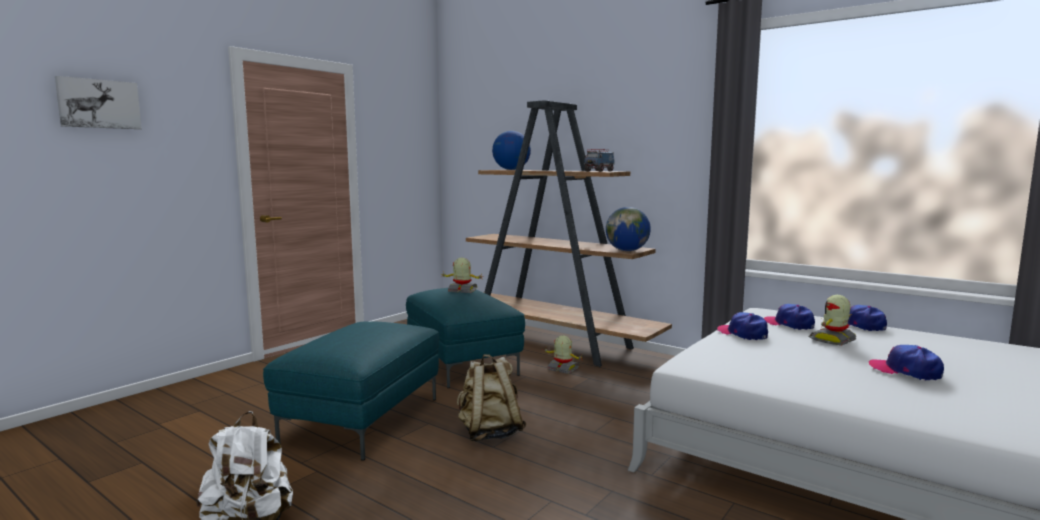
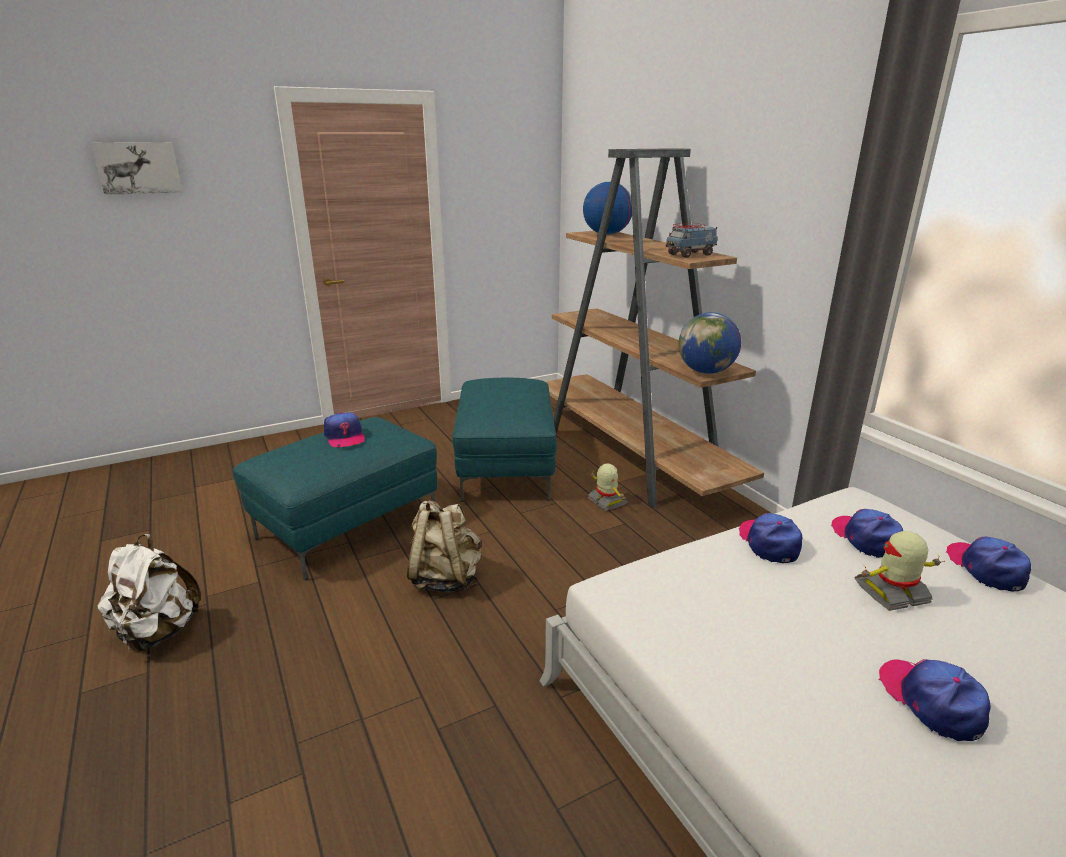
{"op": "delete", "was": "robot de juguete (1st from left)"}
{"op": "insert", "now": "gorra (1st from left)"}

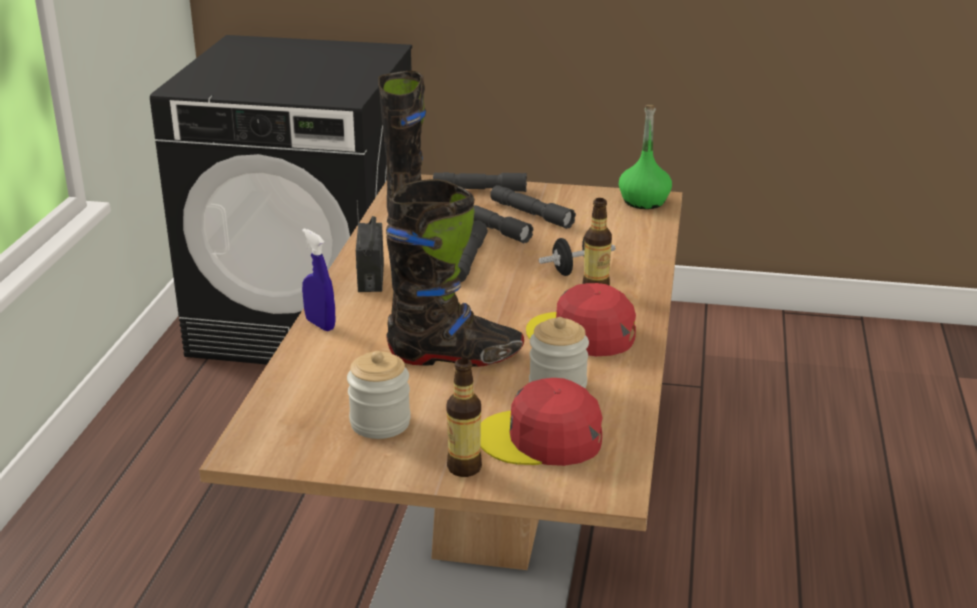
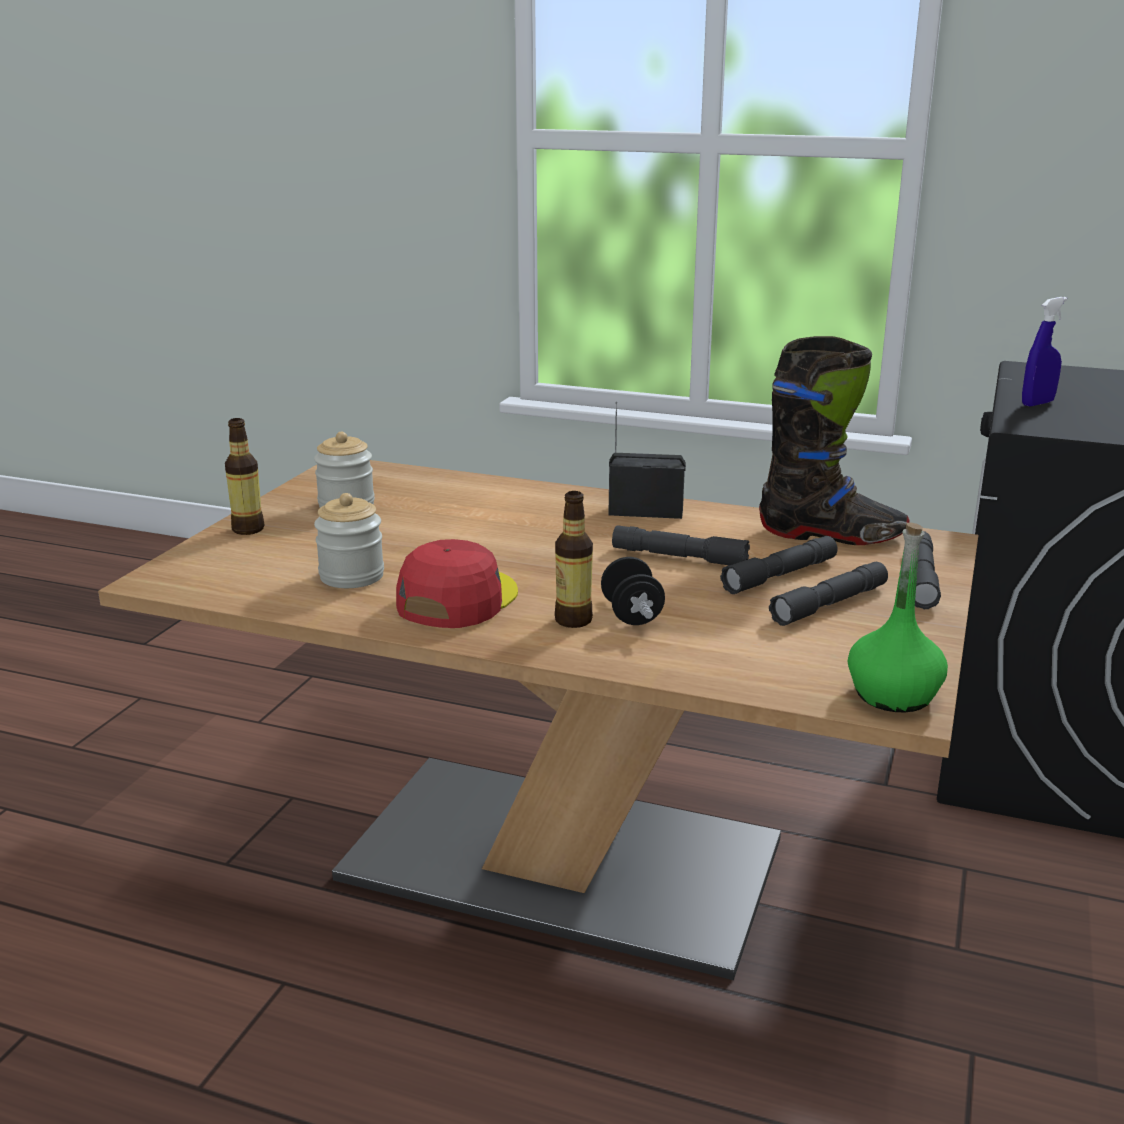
{"op": "delete", "was": "bota (negro) (2nd from left)"}
{"op": "move", "was": "pulverizador (azul)"}
{"op": "delete", "was": "gorra (rojo) (1st from left)"}

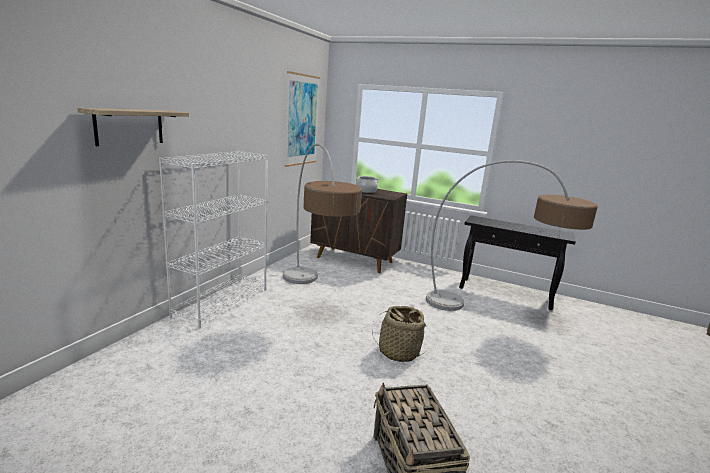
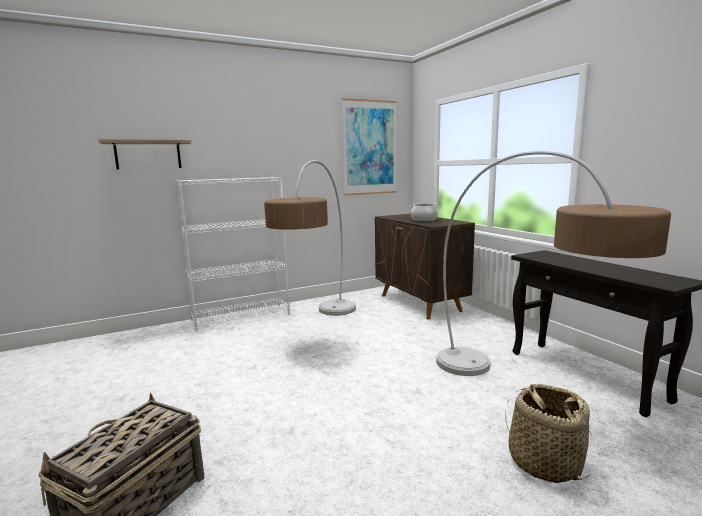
{"op": "move", "was": "cesta (1st from left in the first image)", "now": "cesta (2nd from left)"}

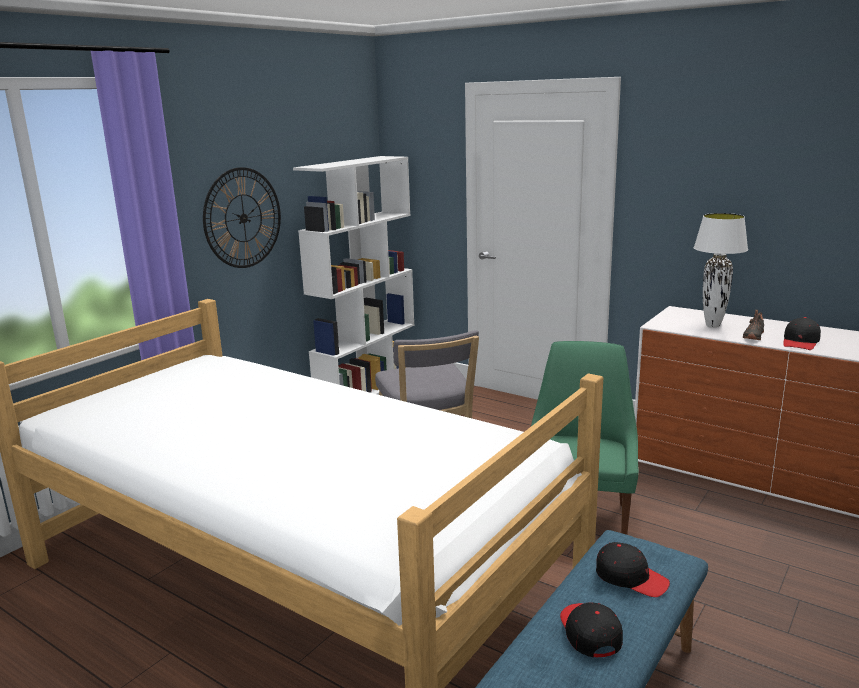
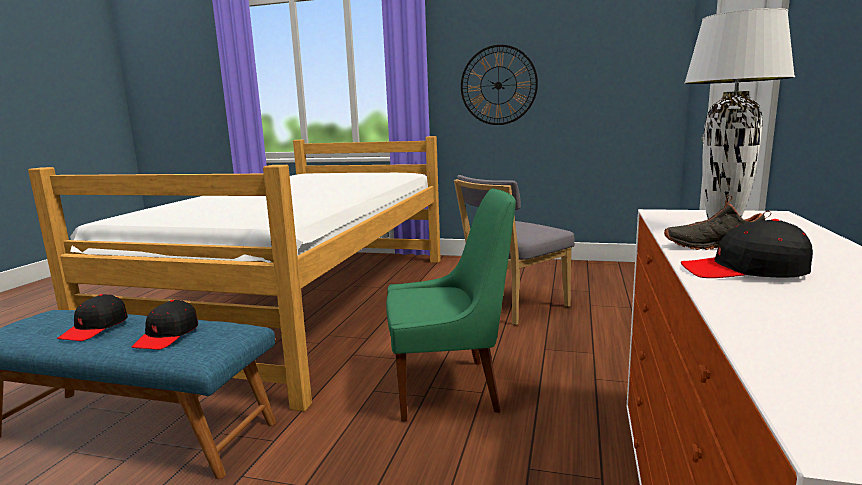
{"op": "delete", "was": "estantería (blanco)"}
{"op": "rotate", "was": "gorra (negro) (1st from left)", "clockwise": 135}

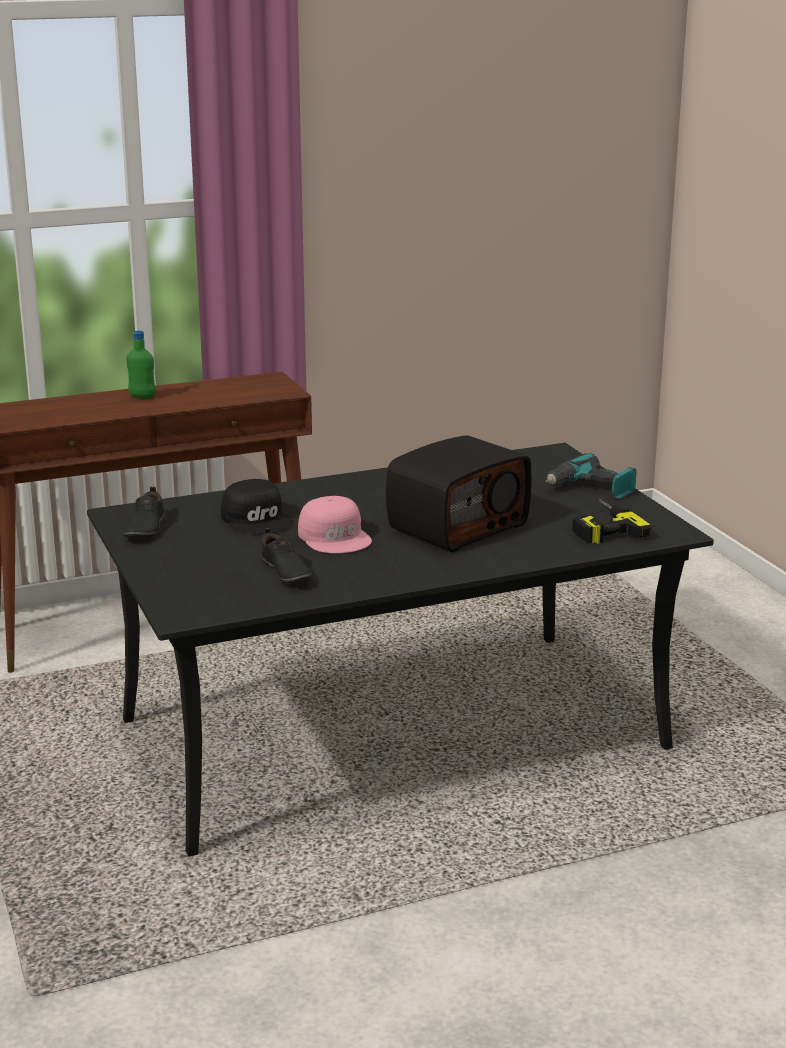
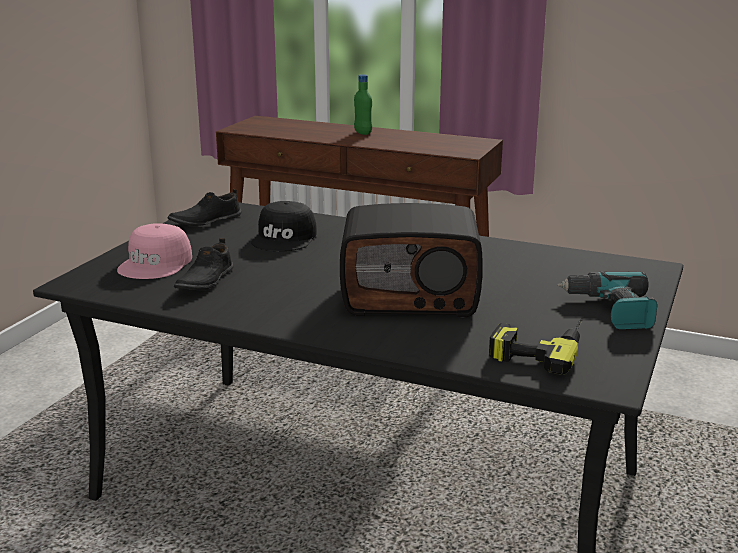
{"op": "move", "was": "gorra (rosa)"}

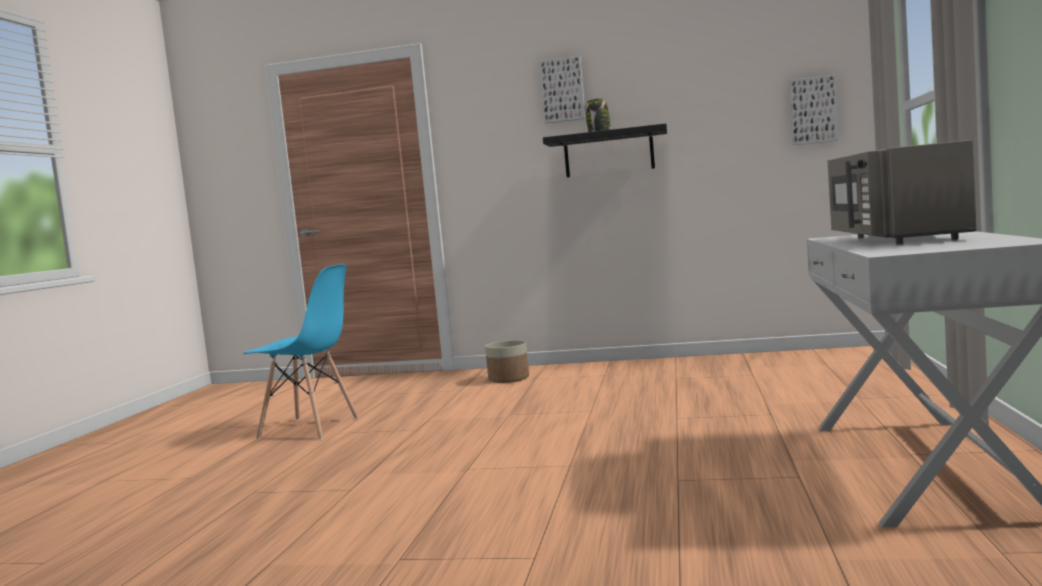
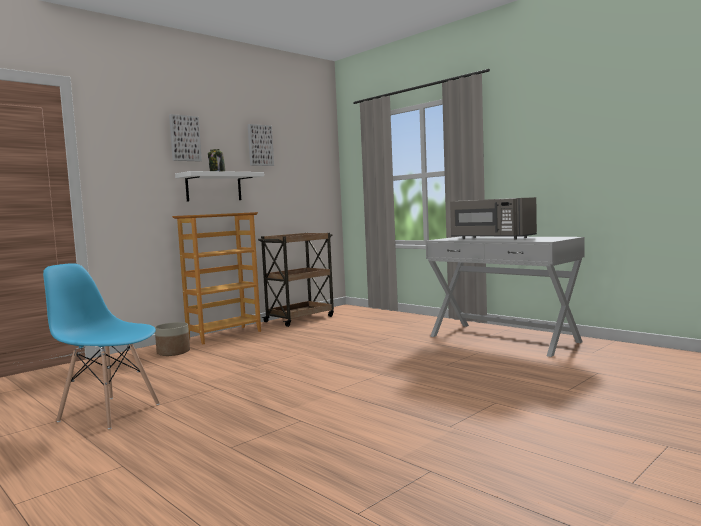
{"op": "move", "was": "cuadro (2nd from left)"}
{"op": "recolor", "was": "estante (negro)", "now": "estante (blanco)"}
{"op": "rotate", "was": "silla (azul)", "clockwise": -120}
{"op": "insert", "now": "estantería"}
{"op": "insert", "now": "carrito (marrón)"}

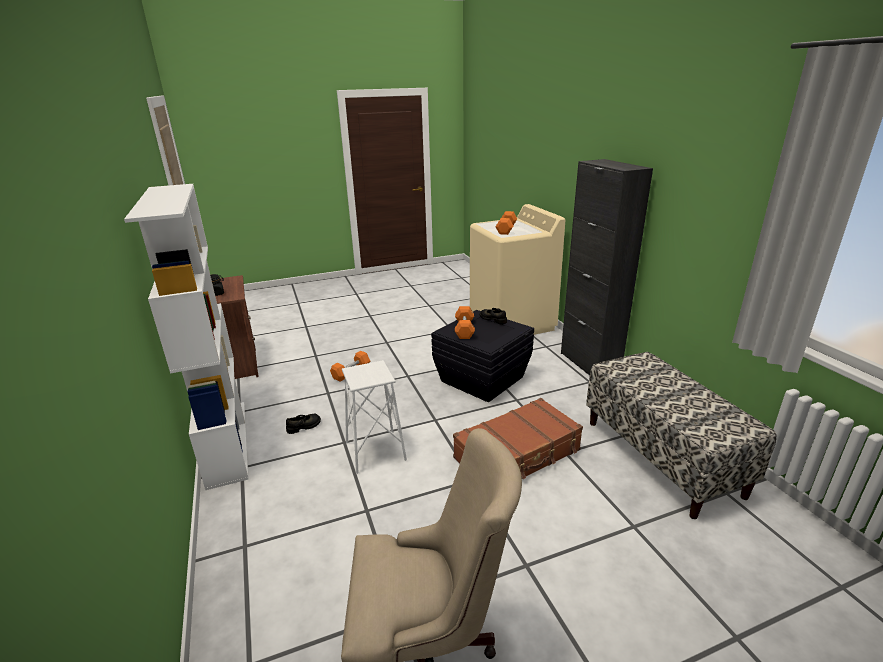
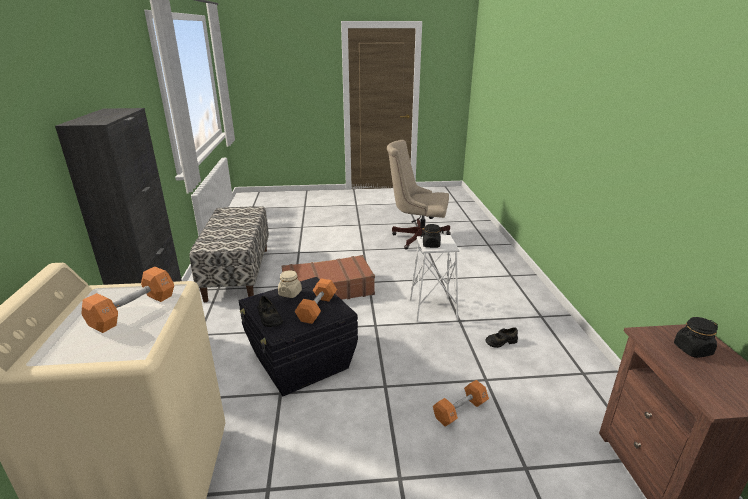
{"op": "delete", "was": "estantería (blanco)"}
{"op": "insert", "now": "tarro (negro) (1st from left)"}
{"op": "insert", "now": "tarro (beis)"}

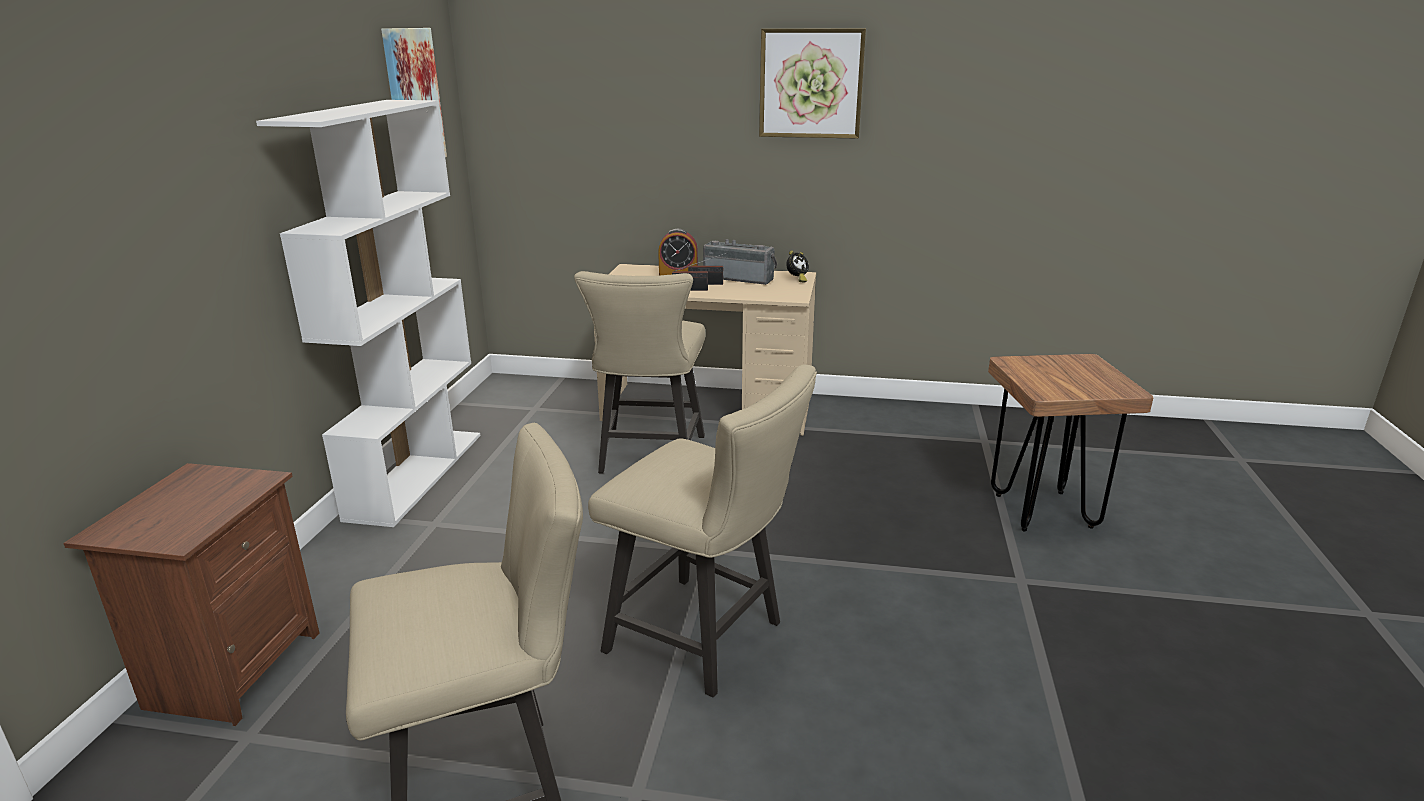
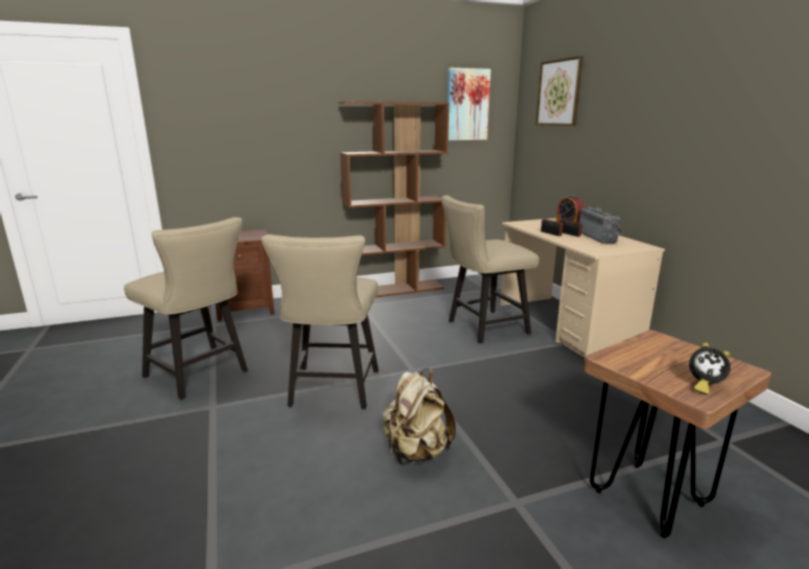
{"op": "move", "was": "cuadro (2nd from left)"}
{"op": "recolor", "was": "estantería (blanco)", "now": "estantería (marrón)"}
{"op": "move", "was": "despertador (2nd from left)"}
{"op": "insert", "now": "mochila (beis)"}

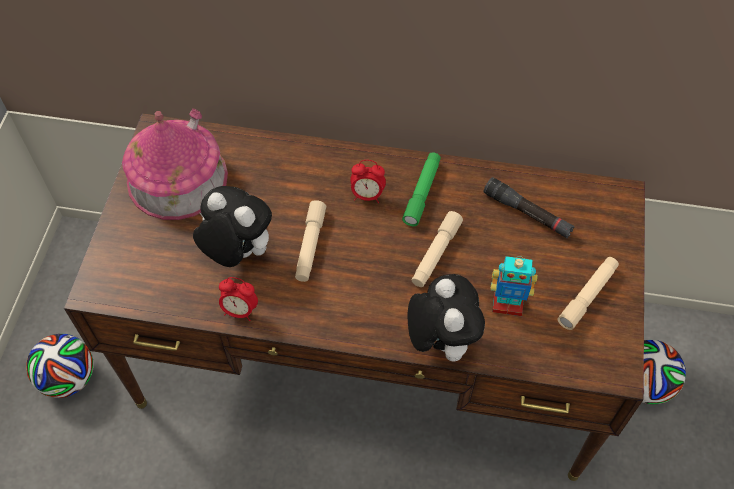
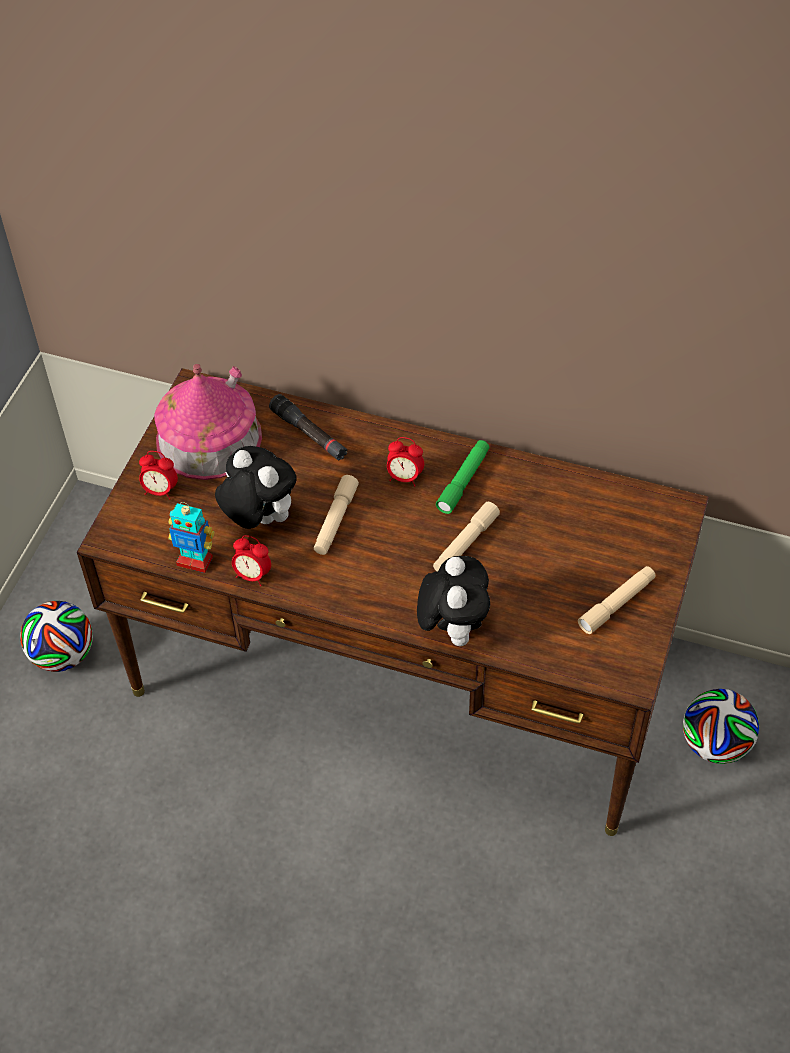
{"op": "move", "was": "linterna (negro)"}
{"op": "move", "was": "robot de juguete"}
{"op": "insert", "now": "despertador (1st from left)"}

